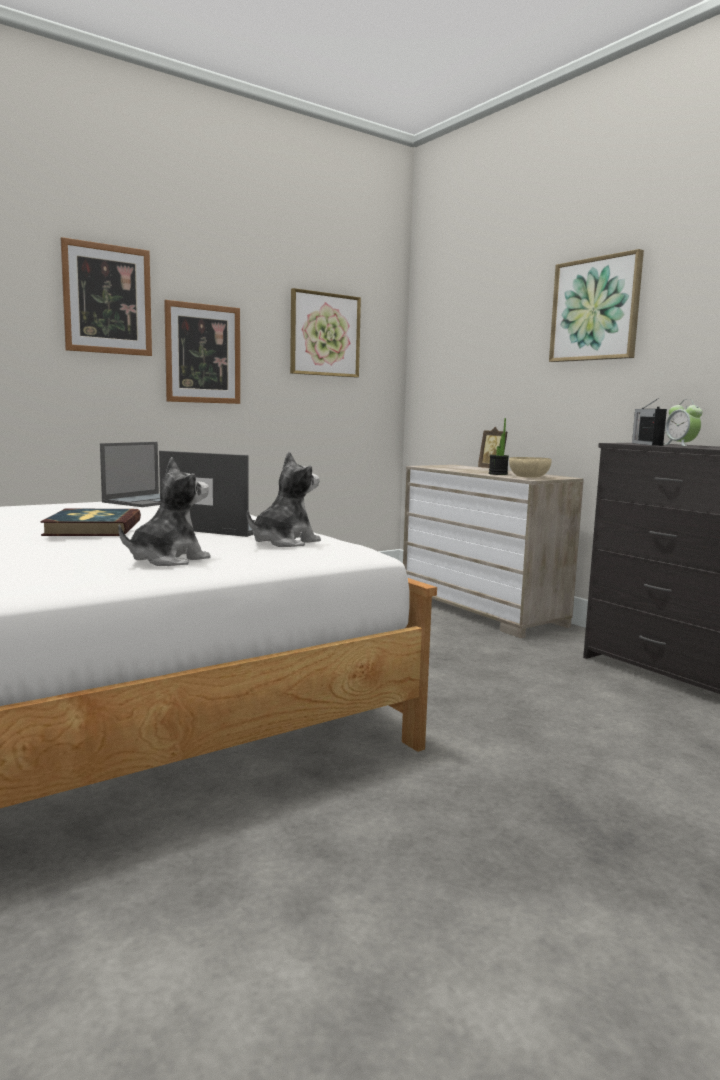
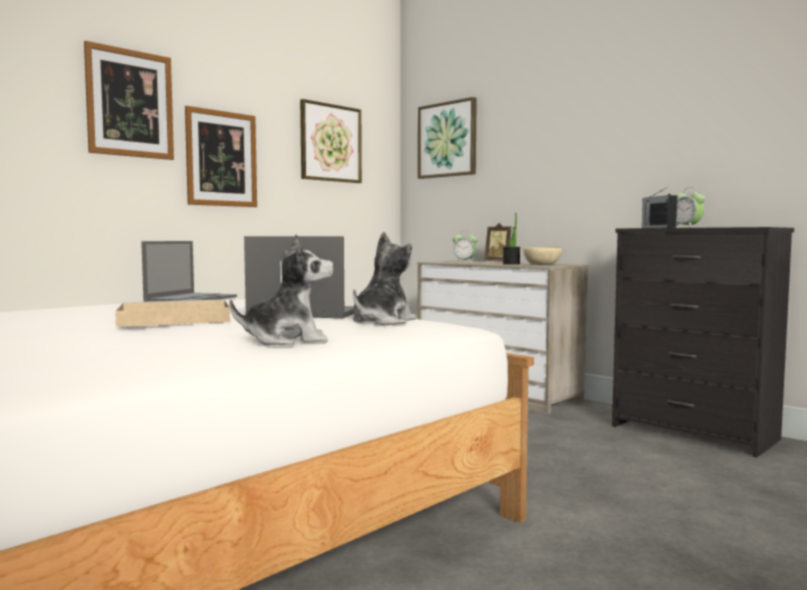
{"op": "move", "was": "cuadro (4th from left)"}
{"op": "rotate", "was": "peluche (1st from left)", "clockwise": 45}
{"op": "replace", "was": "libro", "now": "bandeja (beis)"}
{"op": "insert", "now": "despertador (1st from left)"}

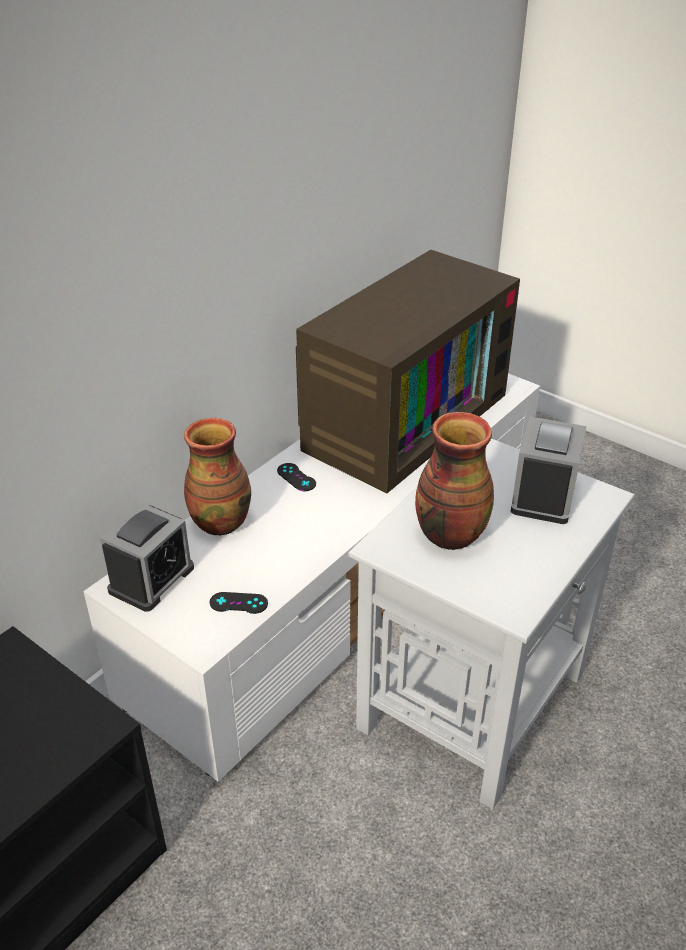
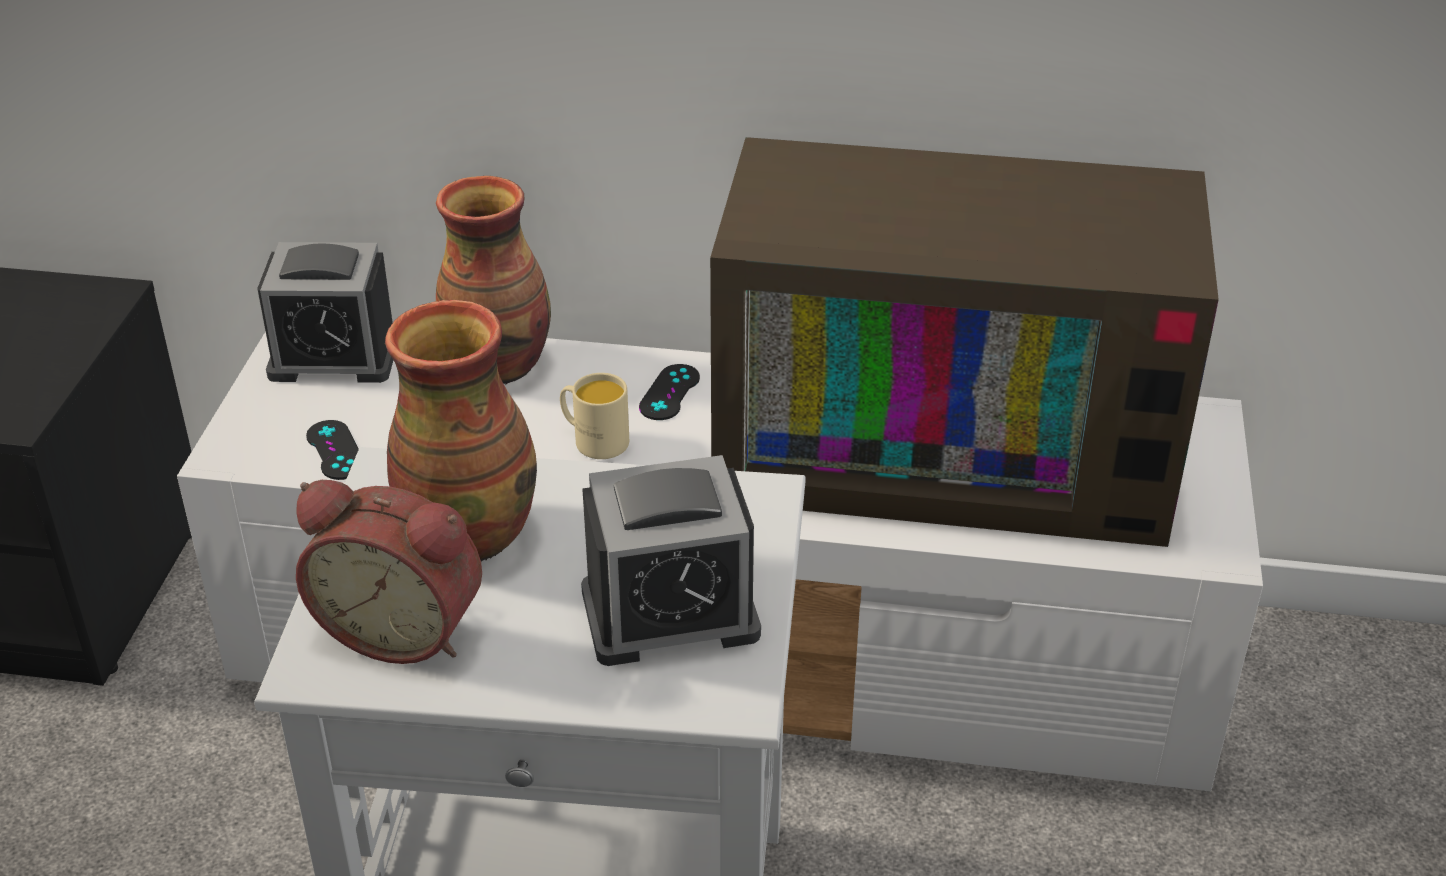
{"op": "insert", "now": "taza grande (beis)"}
{"op": "insert", "now": "despertador (2nd from left)"}

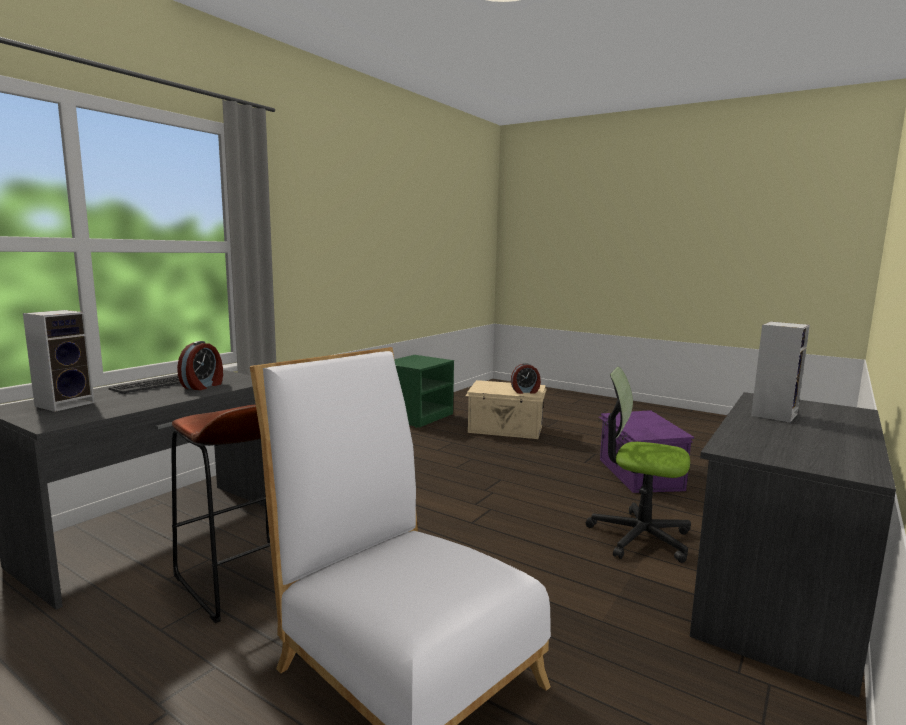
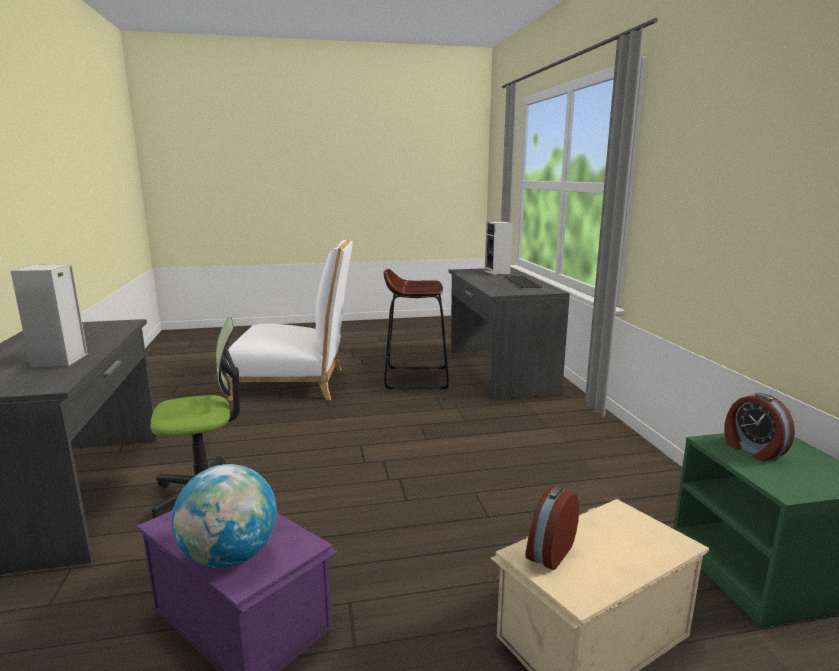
{"op": "move", "was": "despertador (1st from left in the first image)", "now": "despertador (2nd from left)"}
{"op": "insert", "now": "globo terráqueo"}

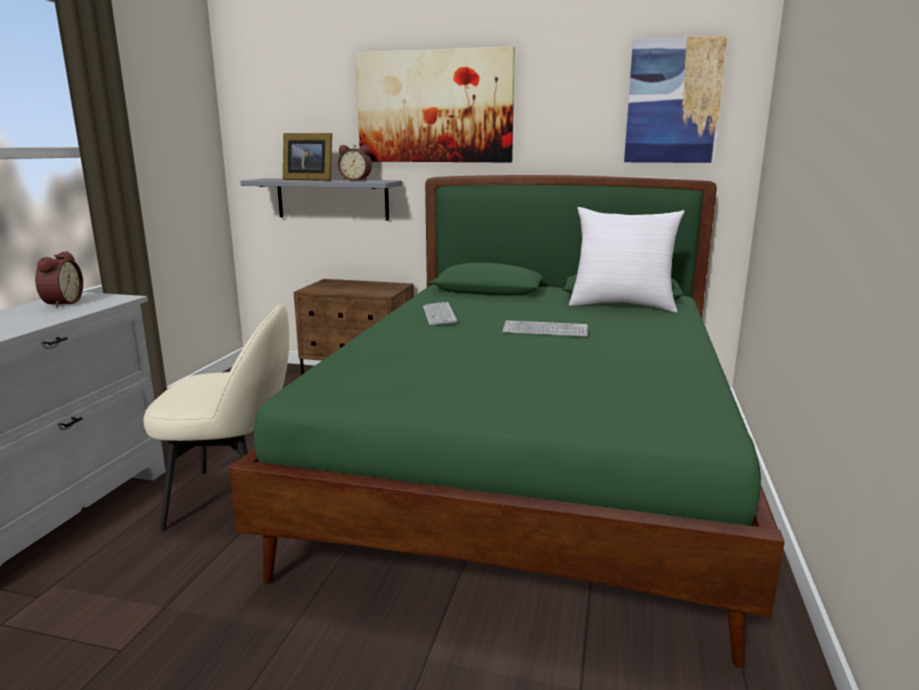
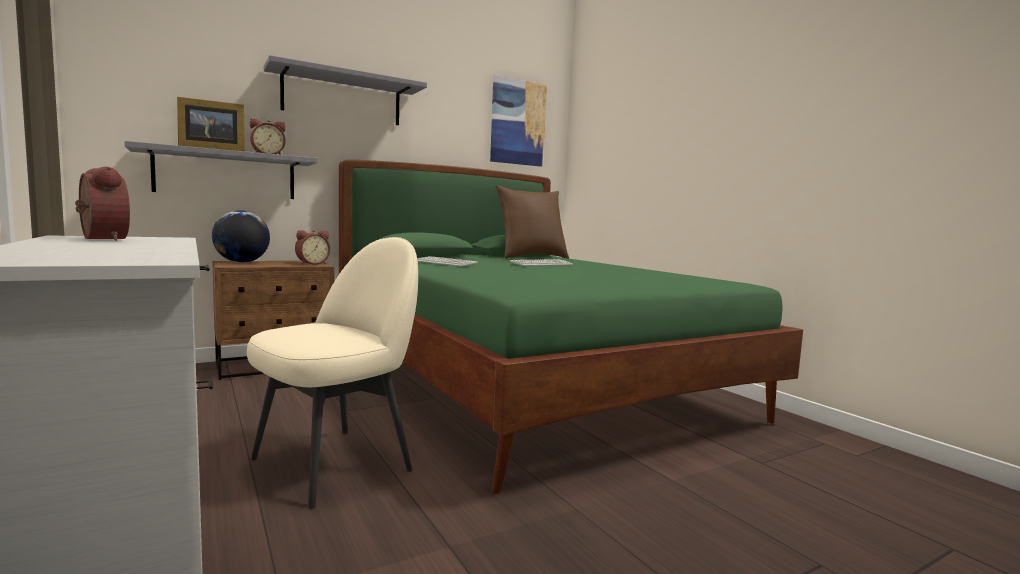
{"op": "replace", "was": "cuadro (1st from left)", "now": "estante (gris) (2nd from left)"}
{"op": "recolor", "was": "cojín (blanco)", "now": "cojín (marrón)"}
{"op": "insert", "now": "globo terráqueo"}
{"op": "insert", "now": "despertador (3rd from left)"}

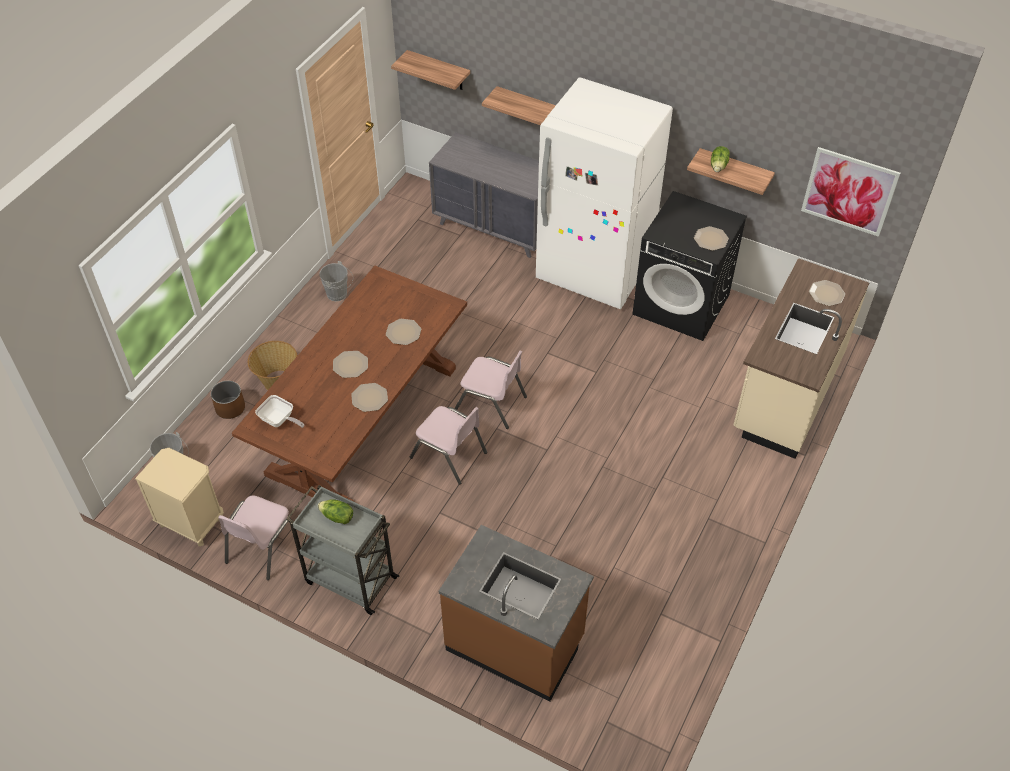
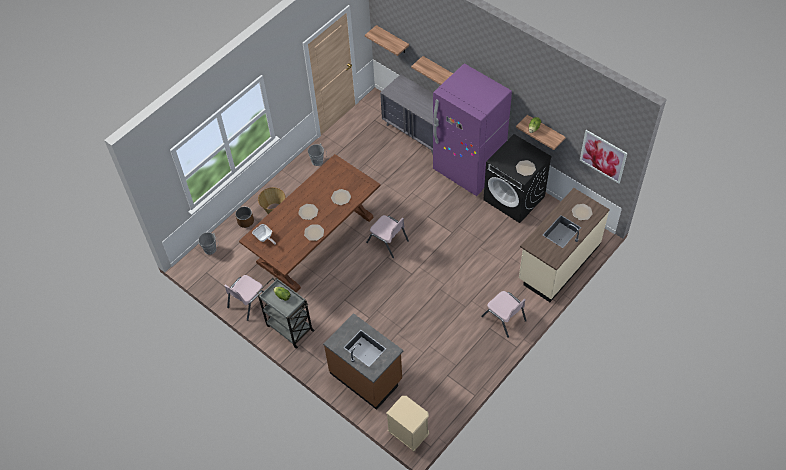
{"op": "recolor", "was": "nevera (blanco)", "now": "nevera (morado)"}
{"op": "move", "was": "silla (rosa) (2nd from left in the first image)", "now": "silla (rosa) (3rd from left)"}
{"op": "move", "was": "mesita de noche (beis)"}

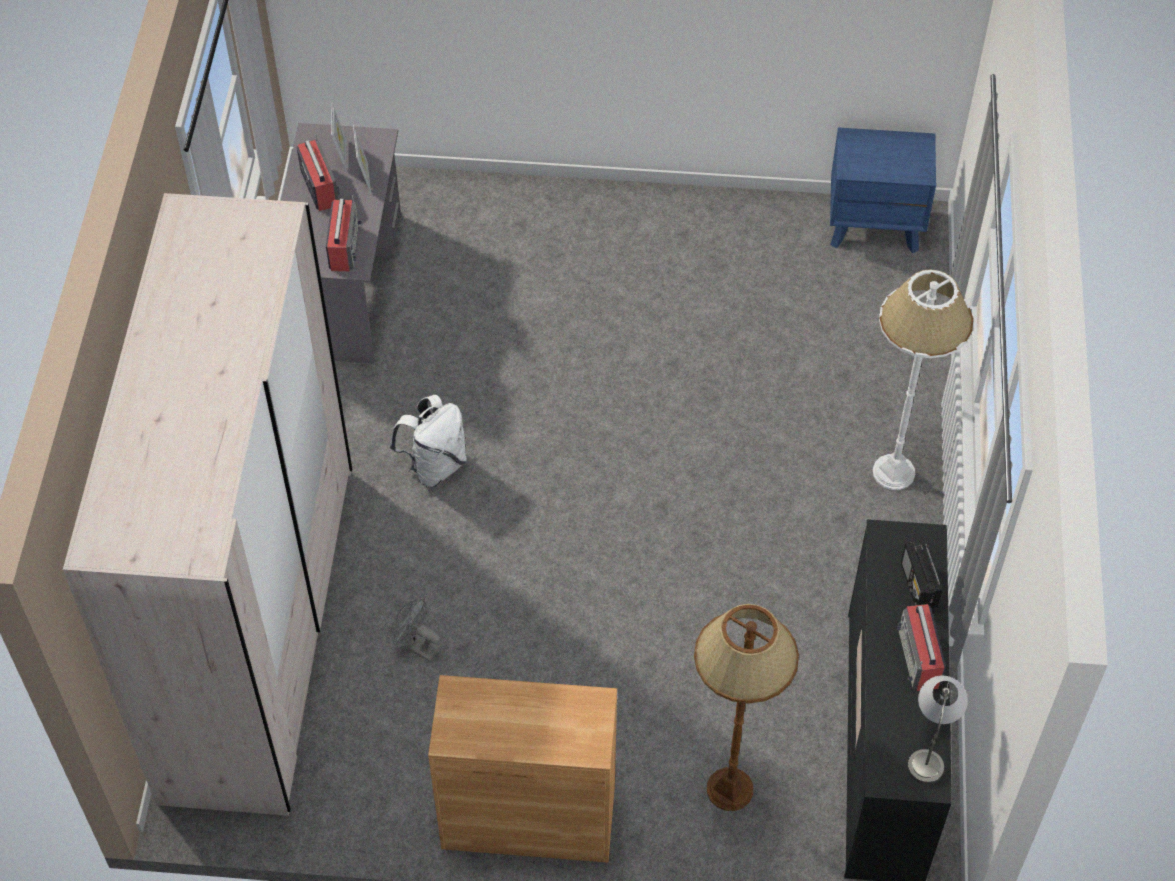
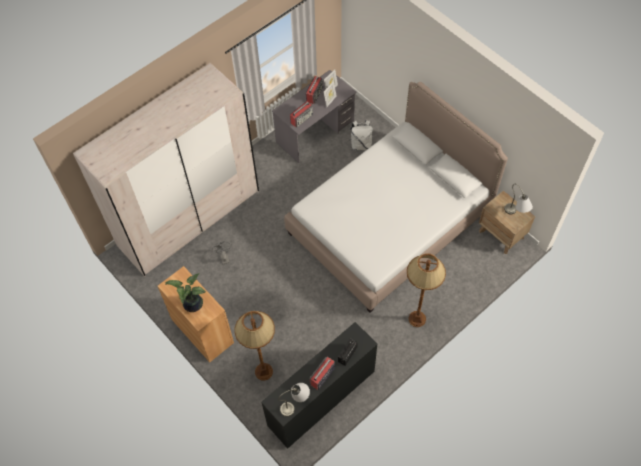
{"op": "recolor", "was": "mesita de noche (azul)", "now": "mesita de noche (marrón)"}
{"op": "recolor", "was": "lámpara de pie (blanco)", "now": "lámpara de pie (marrón) (2nd from left)"}
{"op": "move", "was": "mochila (blanco)"}
{"op": "insert", "now": "cama"}
{"op": "insert", "now": "lámpara de mesa (gris) (2nd from left)"}
{"op": "insert", "now": "planta en maceta"}

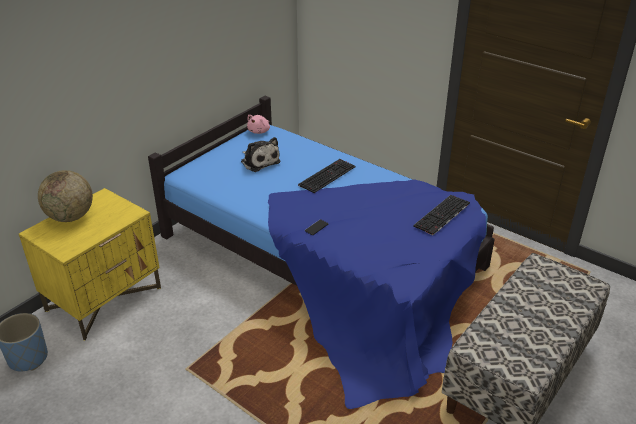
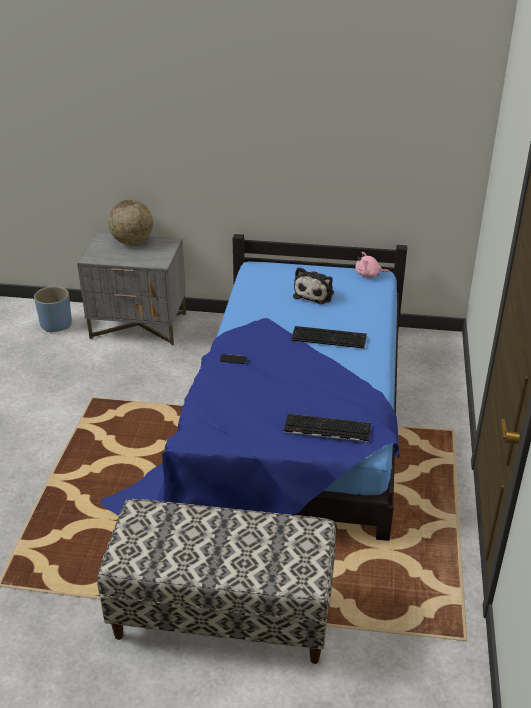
{"op": "recolor", "was": "mesita de noche (amarillo)", "now": "mesita de noche (gris)"}

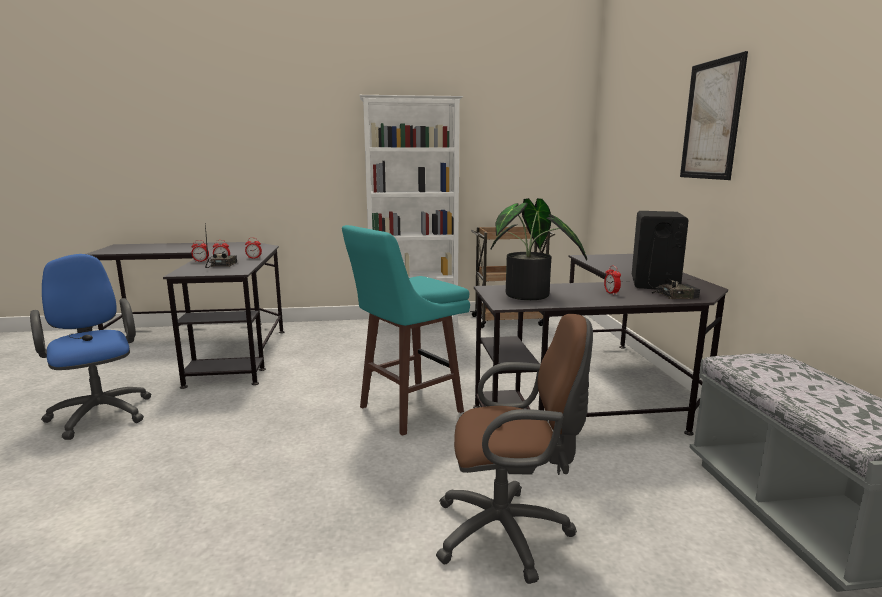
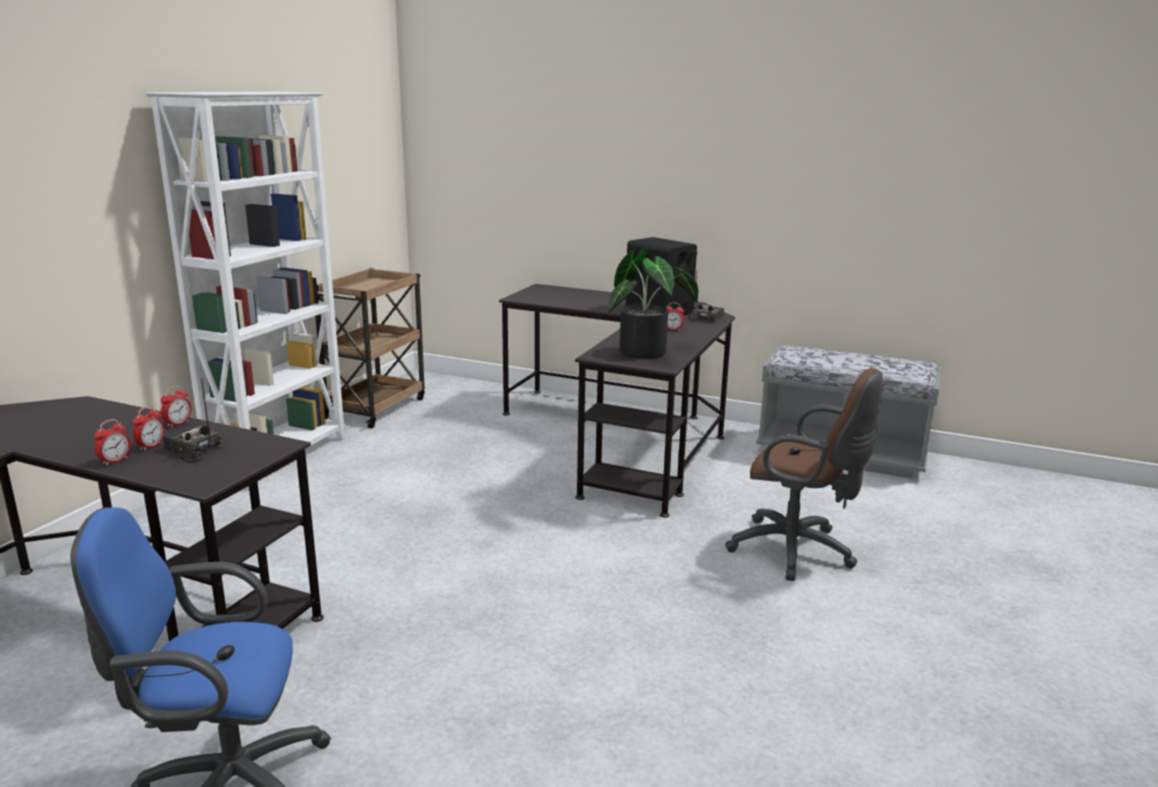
{"op": "delete", "was": "cuadro"}
{"op": "delete", "was": "taburete (turquesa)"}
{"op": "rotate", "was": "silla de oficina (marrón)", "clockwise": 90}

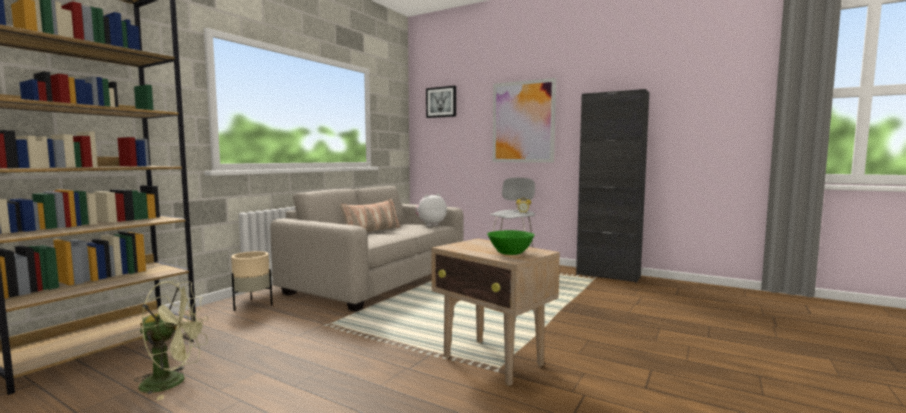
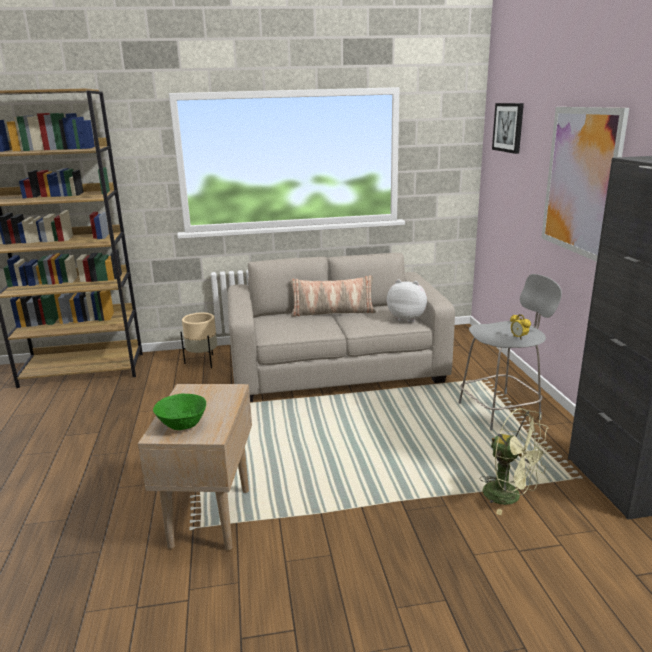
{"op": "move", "was": "ventilador (verde)"}

